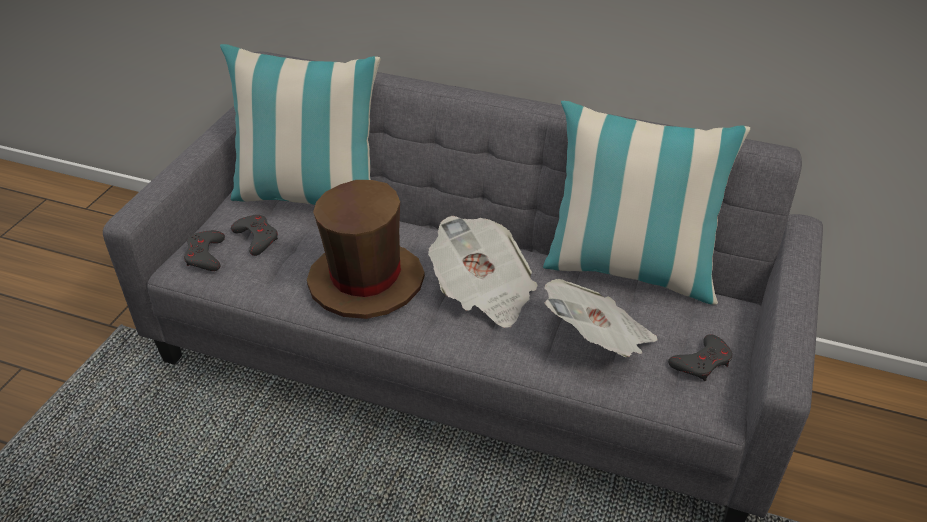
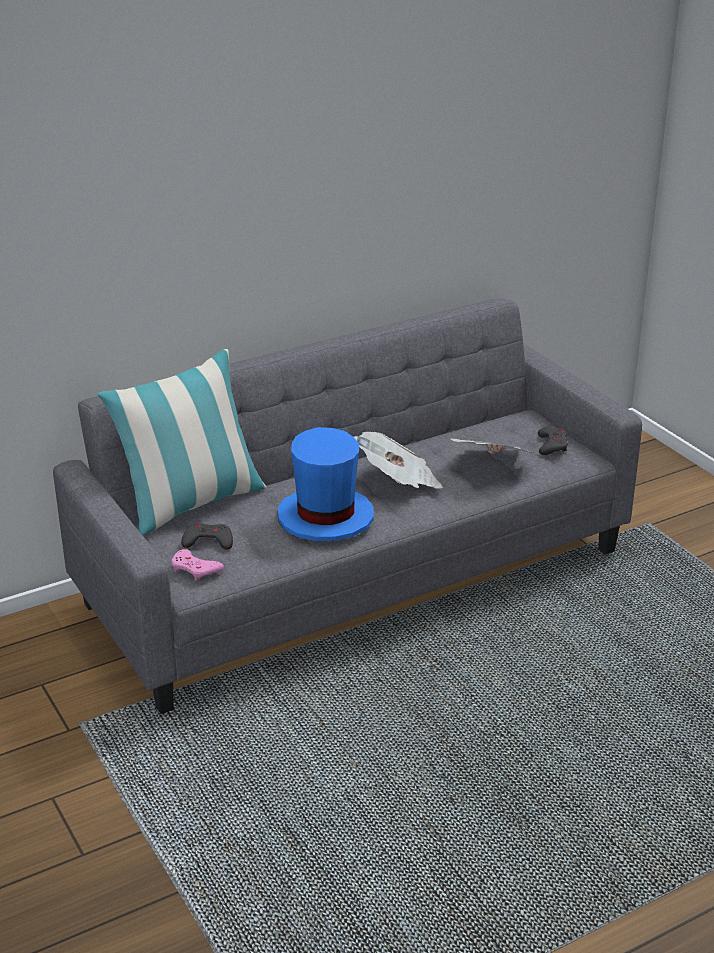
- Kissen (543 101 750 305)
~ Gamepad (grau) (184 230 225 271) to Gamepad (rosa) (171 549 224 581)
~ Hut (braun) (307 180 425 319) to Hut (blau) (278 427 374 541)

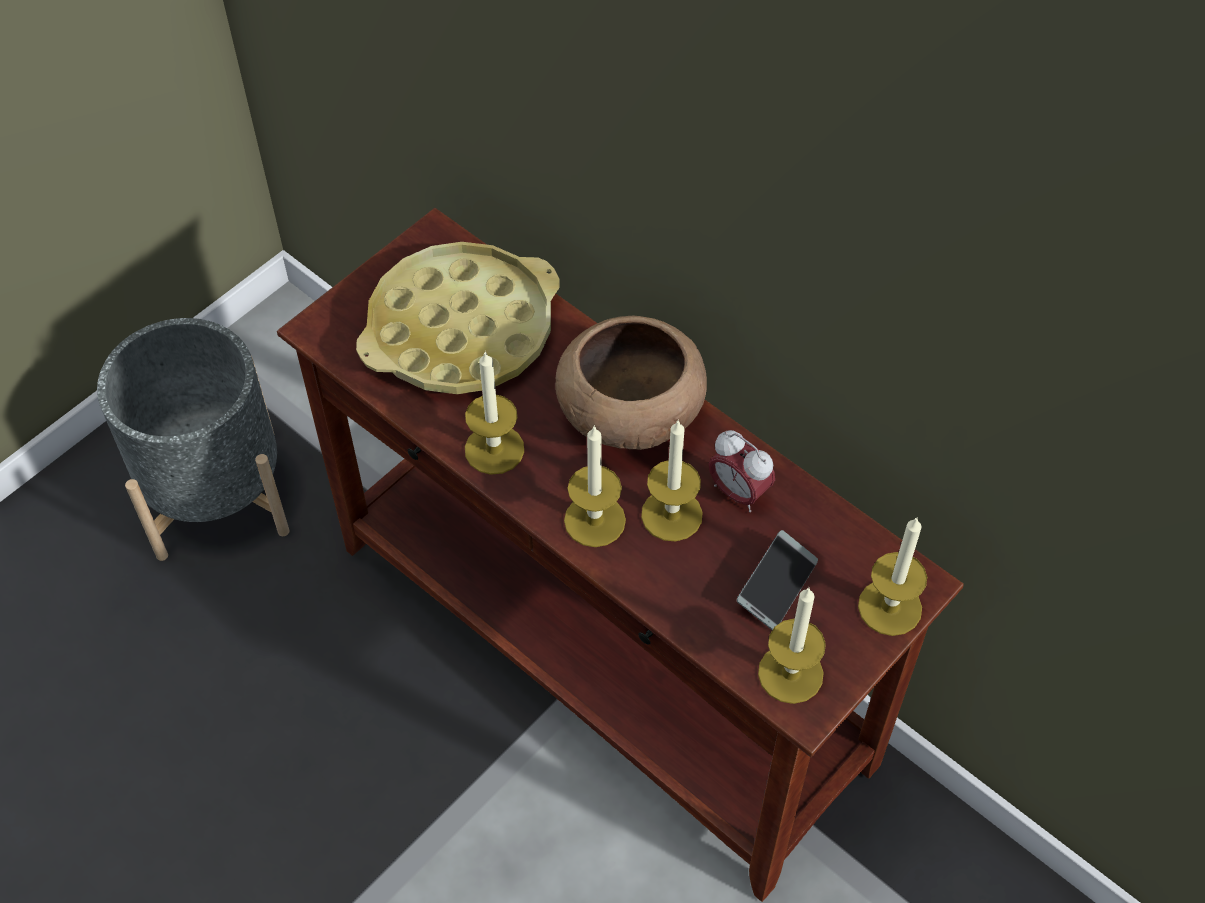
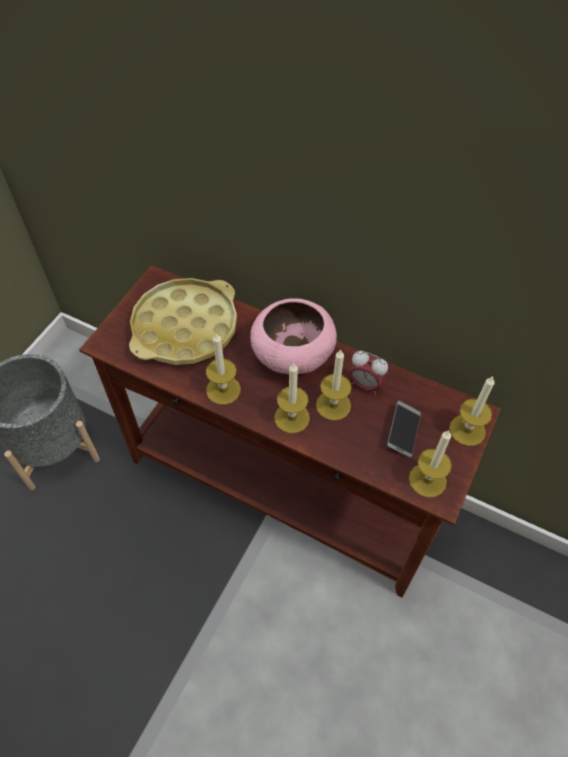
~ Schüssel (braun) (555 316 707 450) to Schüssel (rosa) (250 298 337 374)

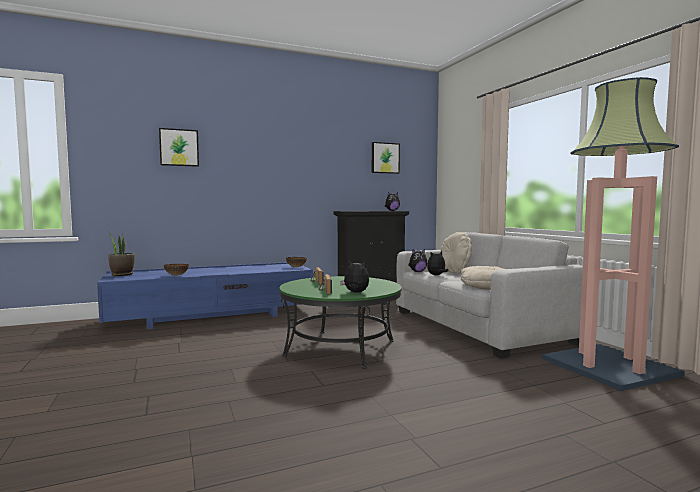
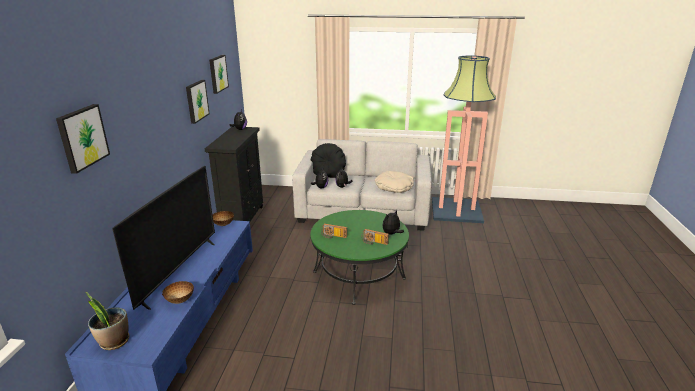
+ Fernseher (112 166 215 311)
+ Bild (186 80 210 124)
~ Kissen (beige) (440 232 472 273) to Kissen (schwarz) (311 143 346 178)

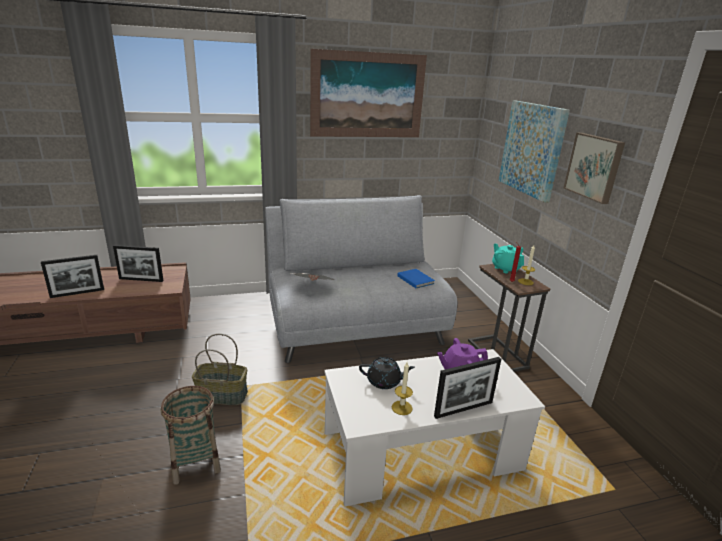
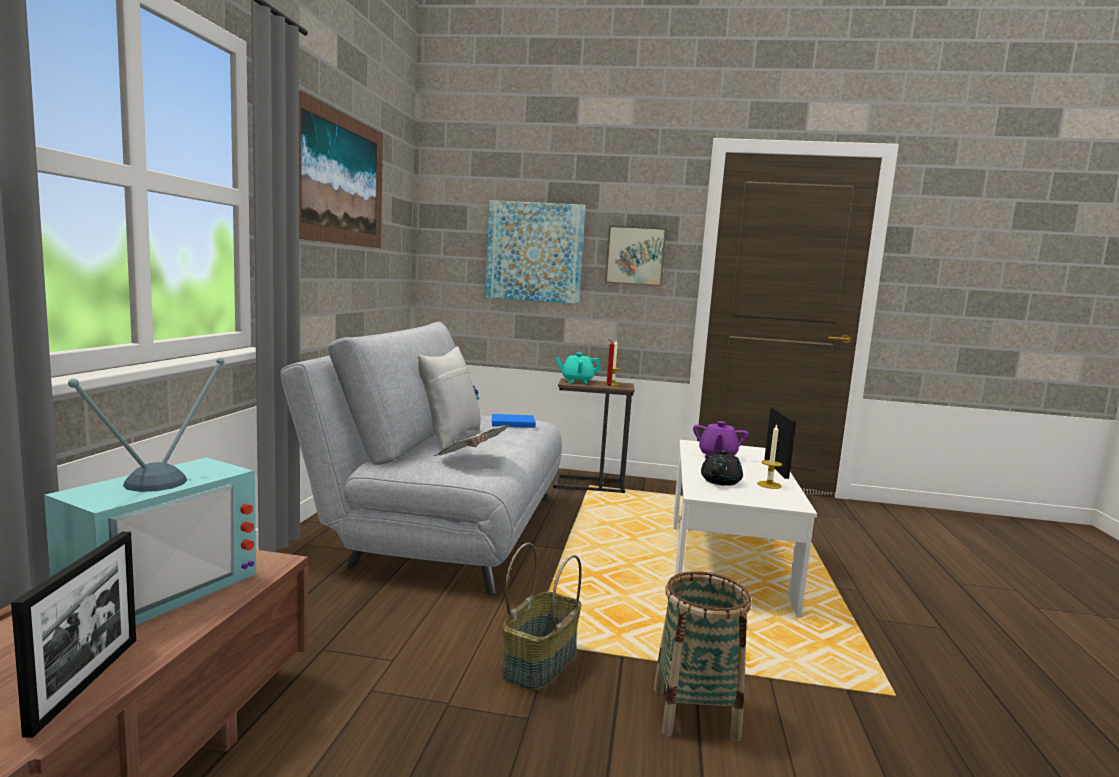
+ Kissen (grau) (418 347 481 449)
~ Bilderrahmen (113 245 164 282) to Fernseher (44 358 256 626)

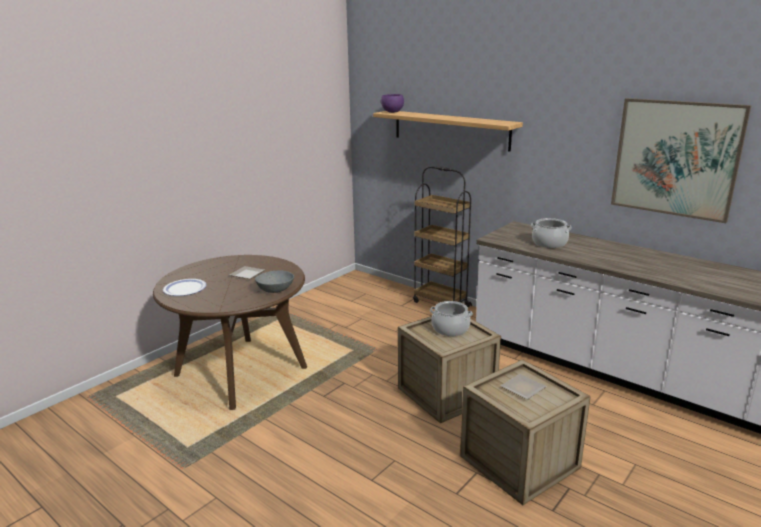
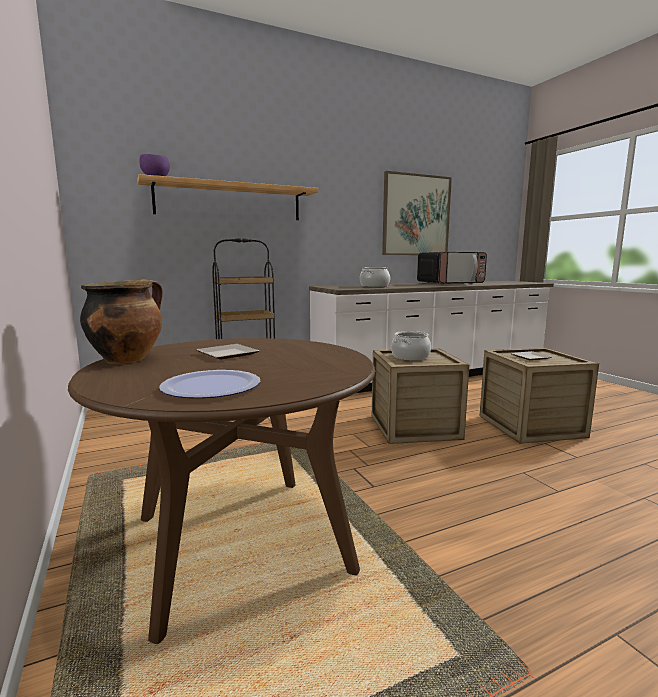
- Schüssel (grau) (255 270 294 293)
+ Kochtopf (80 279 163 364)
+ Mikrowelle (417 252 487 285)

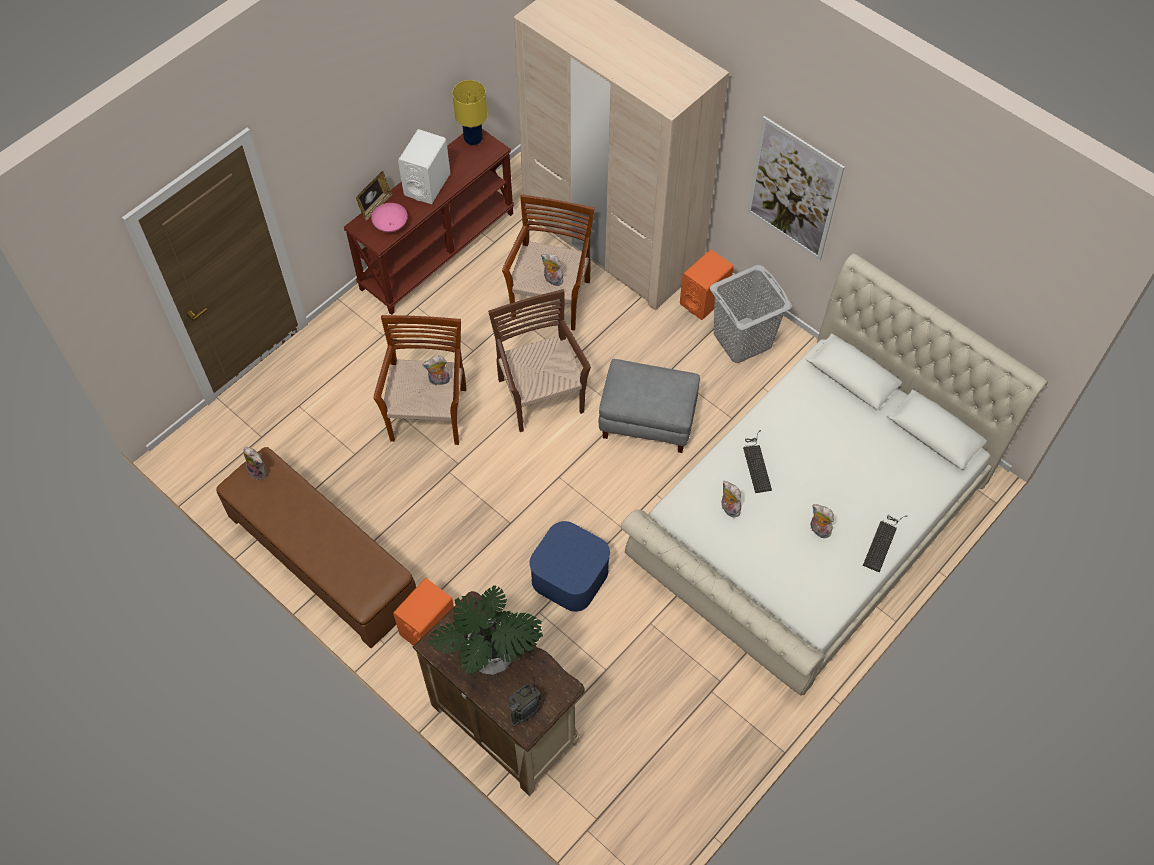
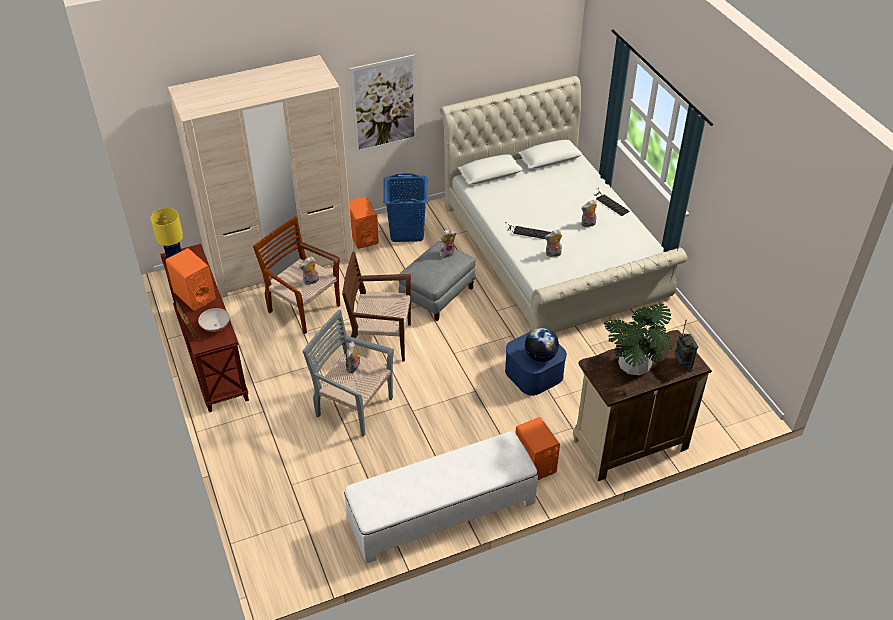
+ Globus (525 328 559 362)
~ Plüschtier (243 447 267 480) to (440 229 457 259)
~ Bank (braun) (216 447 416 648) to Bank (weiß) (344 431 538 564)
~ Schüssel (rosa) (371 203 408 233) to Schüssel (weiß) (198 308 230 332)
~ Sessel (braun) (373 315 466 445) to Sessel (grau) (303 310 394 437)
~ Lautsprecher (weiß) (398 129 450 204) to Lautsprecher (orange) (166 248 216 311)
~ Wäschekorb (grau) (710 265 792 363) to Wäschekorb (blau) (383 173 428 242)

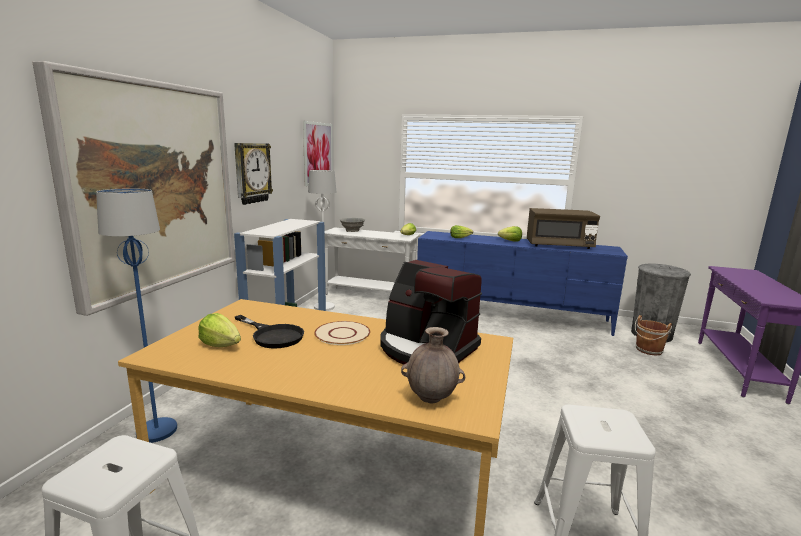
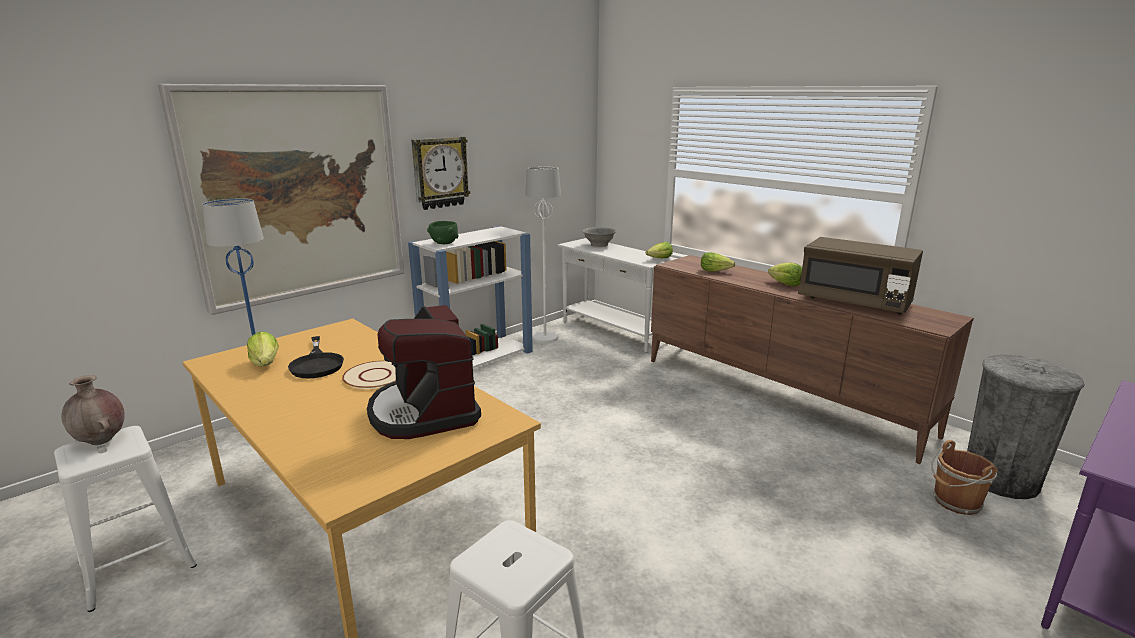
- Bild (303 121 333 186)
+ Schüssel (grün) (427 221 459 244)
~ Vase (braun) (401 327 465 403) to (61 375 125 445)
~ Schrank (blau) (417 231 628 336) to Schrank (braun) (651 255 974 464)

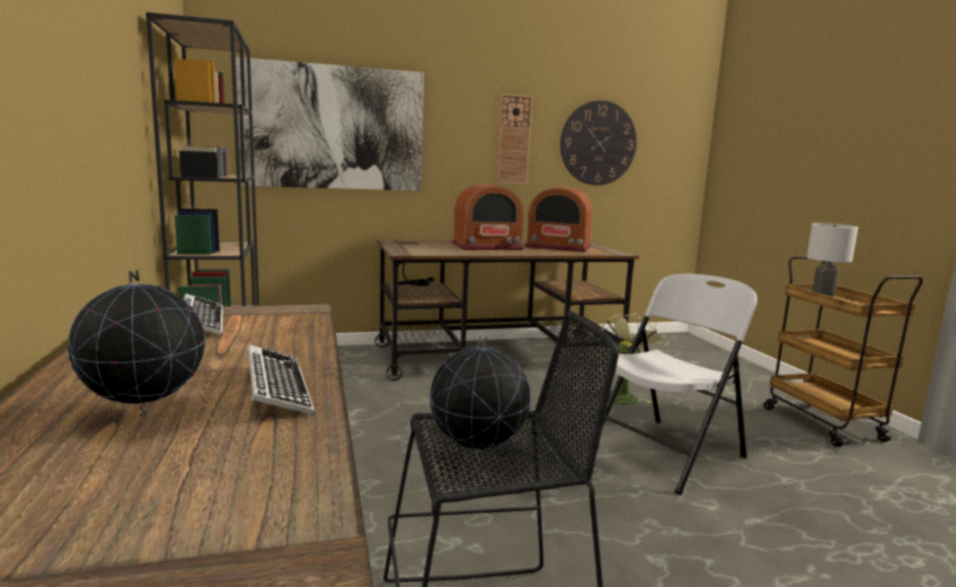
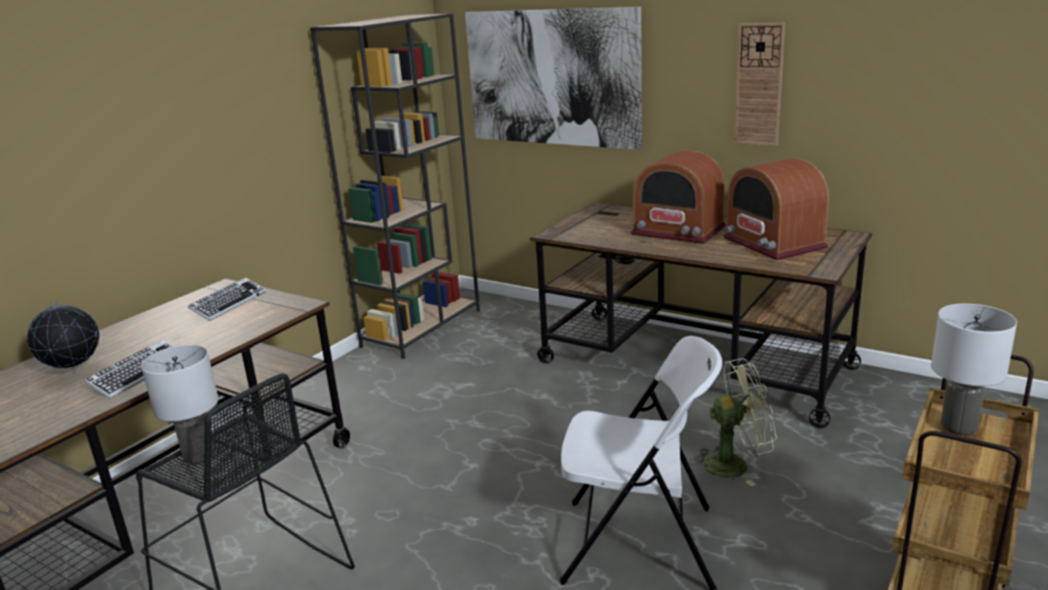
- Wanduhr (560 100 637 185)
~ Globus (430 336 531 458) to Tischlampe (weiß) (141 345 219 465)

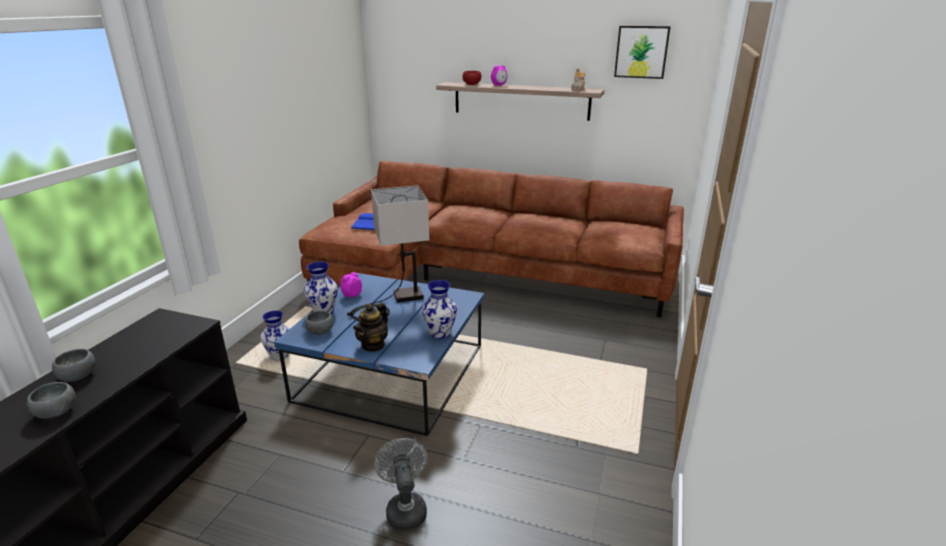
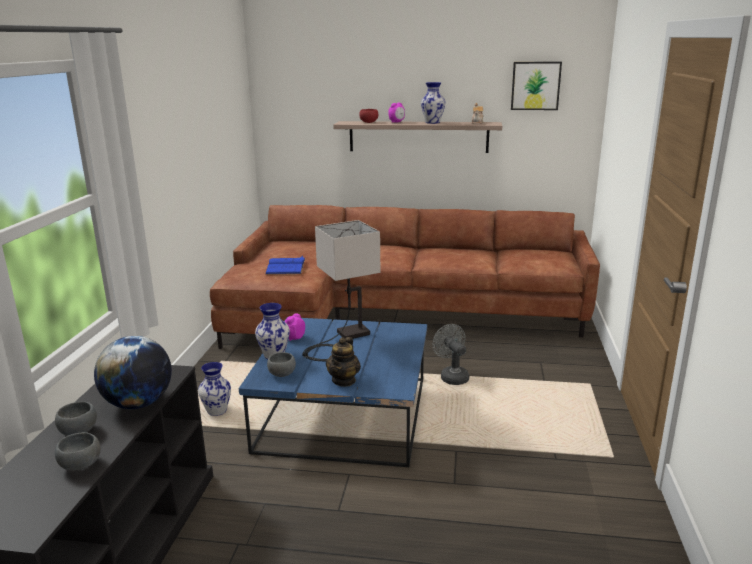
+ Globus (94 336 172 409)
~ Ventilator (grau) (374 438 428 531) to (432 324 469 385)
~ Vase (422 280 457 339) to (421 82 445 124)

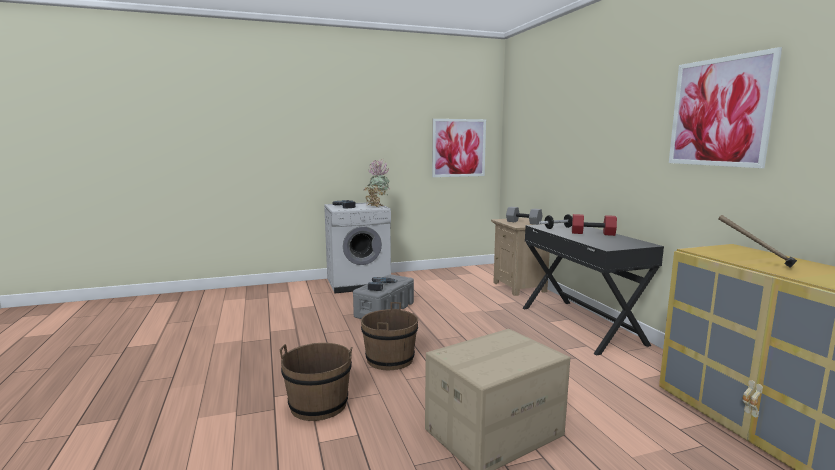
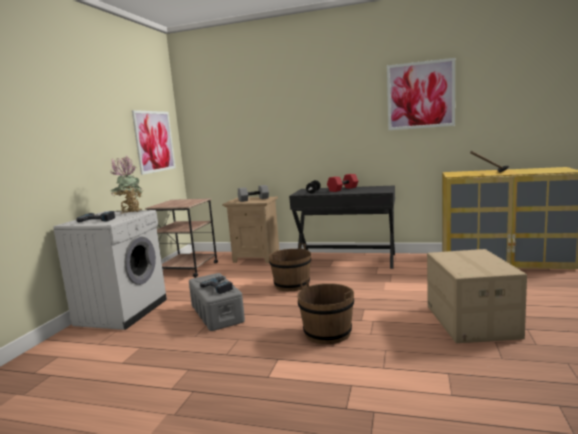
+ Rollwagen (braun) (145 198 218 278)
~ Eimer (braun) (280 343 352 421) to (269 243 311 291)

